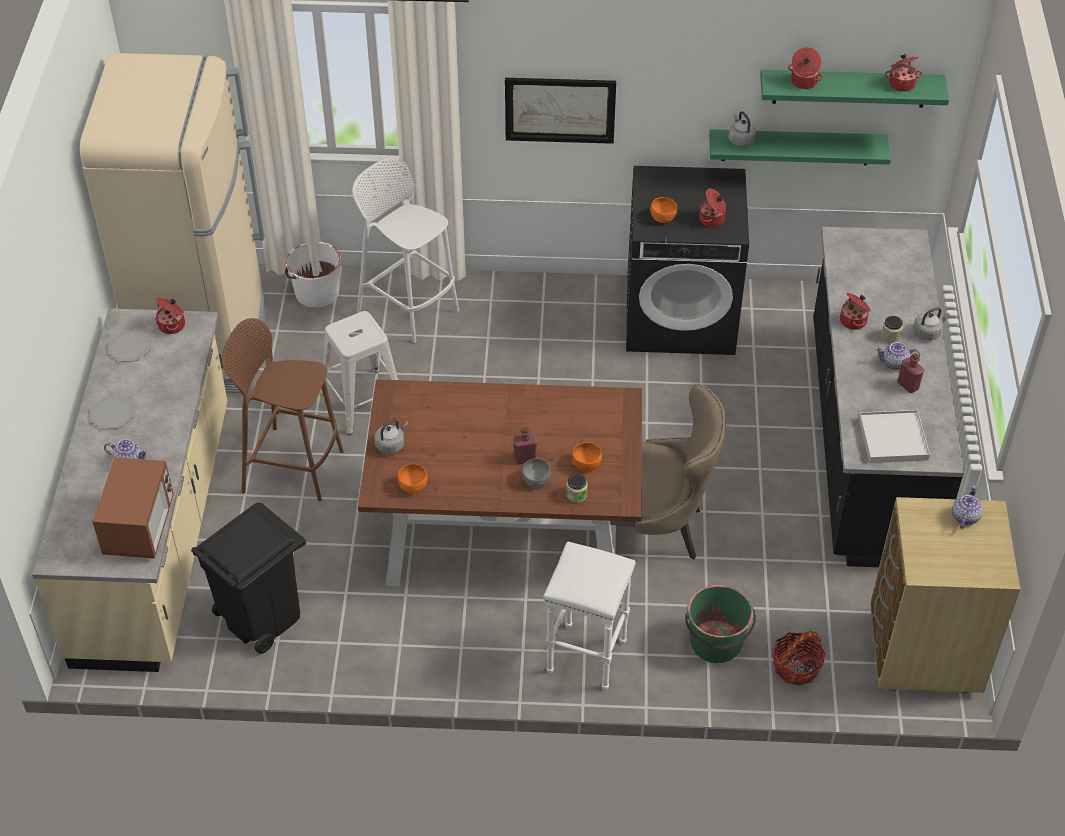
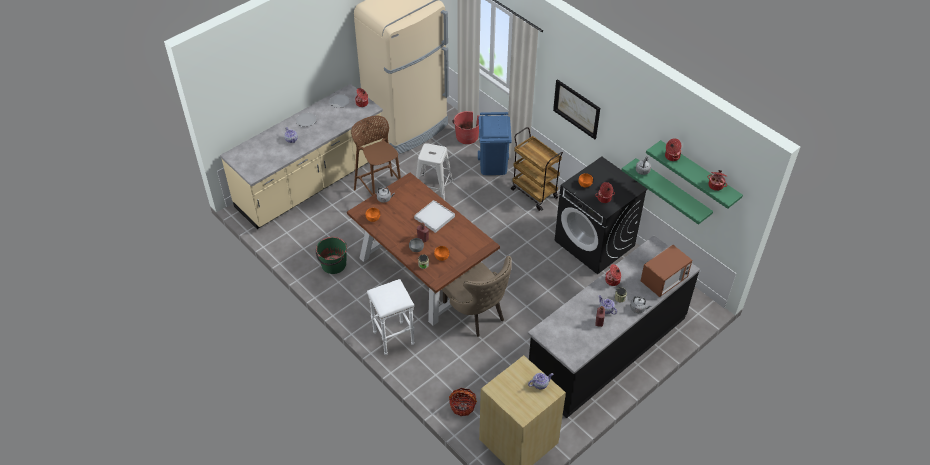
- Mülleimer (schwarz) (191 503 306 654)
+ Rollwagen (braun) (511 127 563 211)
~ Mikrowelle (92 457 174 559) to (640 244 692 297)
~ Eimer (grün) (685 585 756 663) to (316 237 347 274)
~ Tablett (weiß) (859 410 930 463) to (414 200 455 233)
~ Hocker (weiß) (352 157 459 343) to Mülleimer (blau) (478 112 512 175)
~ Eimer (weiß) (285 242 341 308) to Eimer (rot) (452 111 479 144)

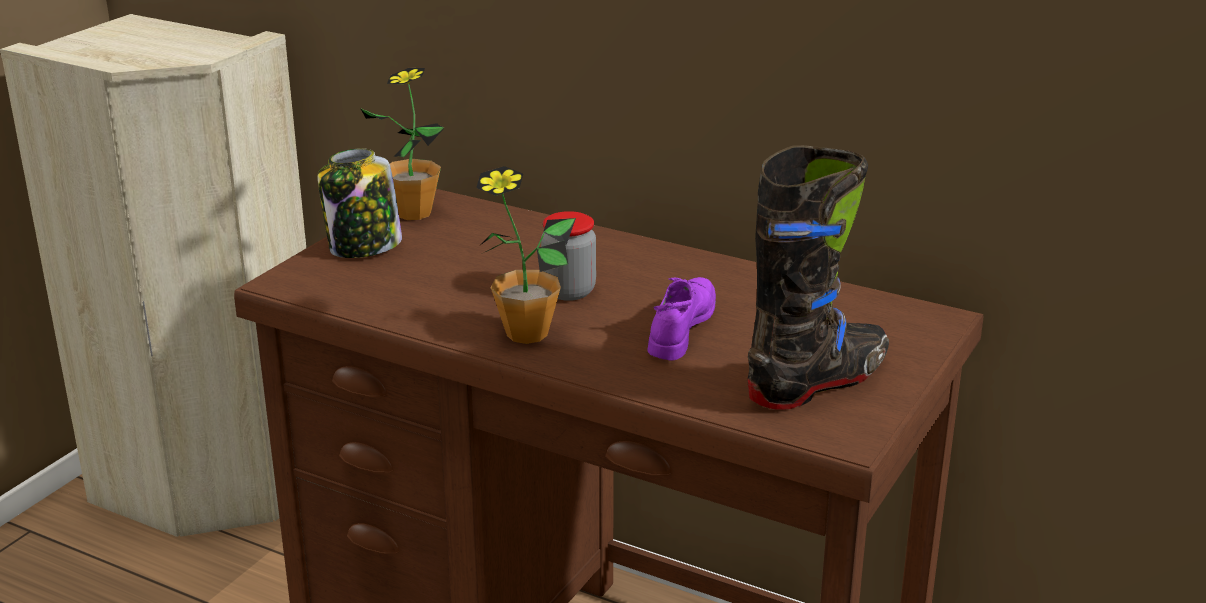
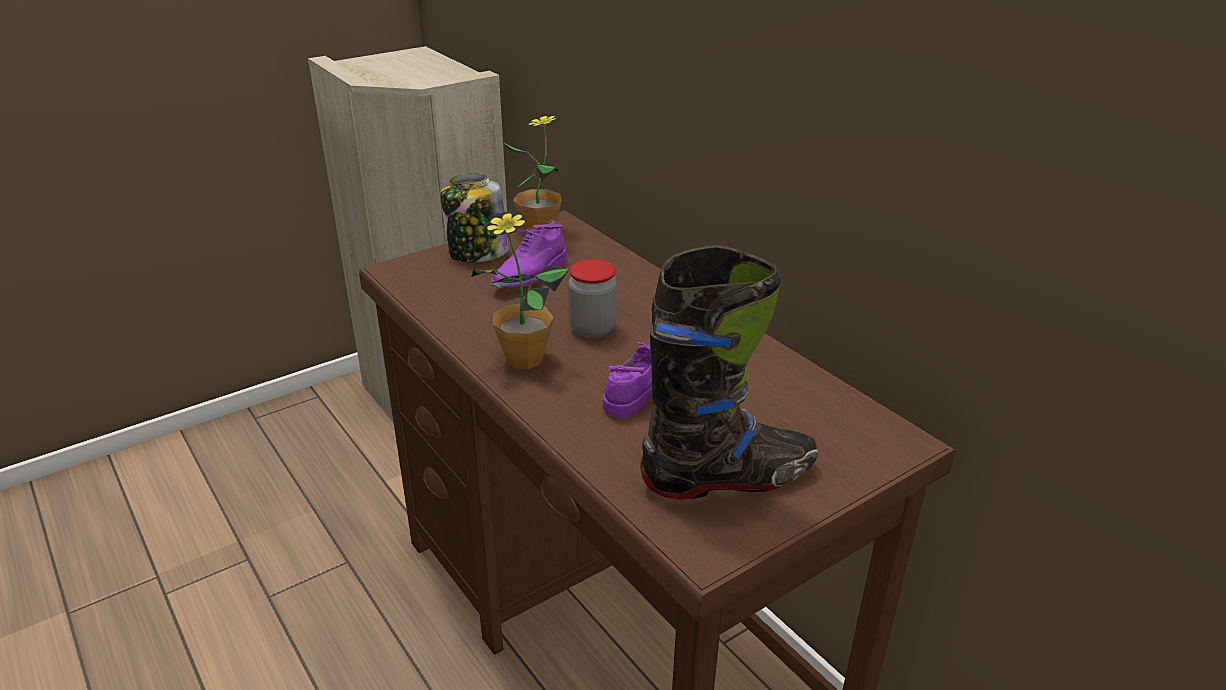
+ Schuh (lila) (491 220 567 289)

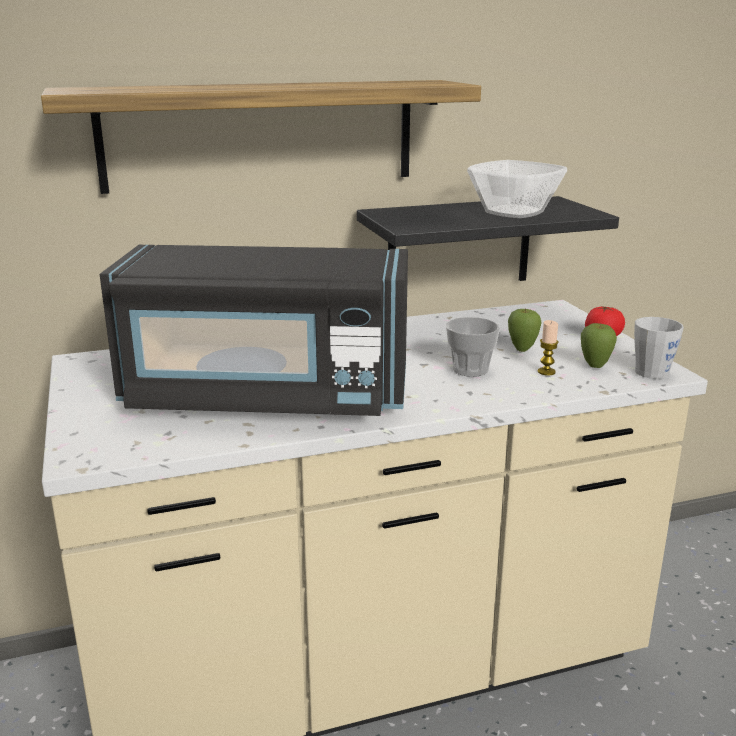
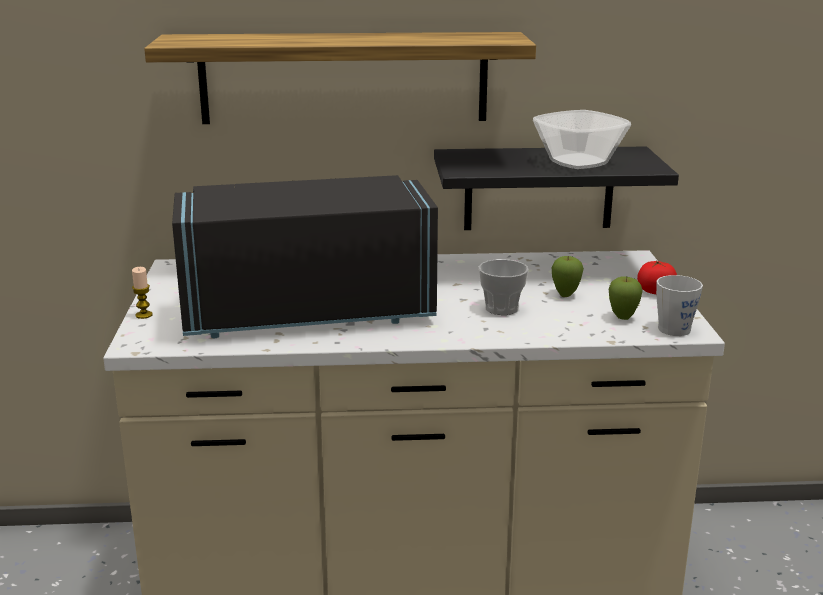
~ Kerze (537 320 559 376) to (132 267 153 319)
~ Mikrowelle (schwarz) (100 245 408 416) = (172 175 438 338) 150 degrees clockwise

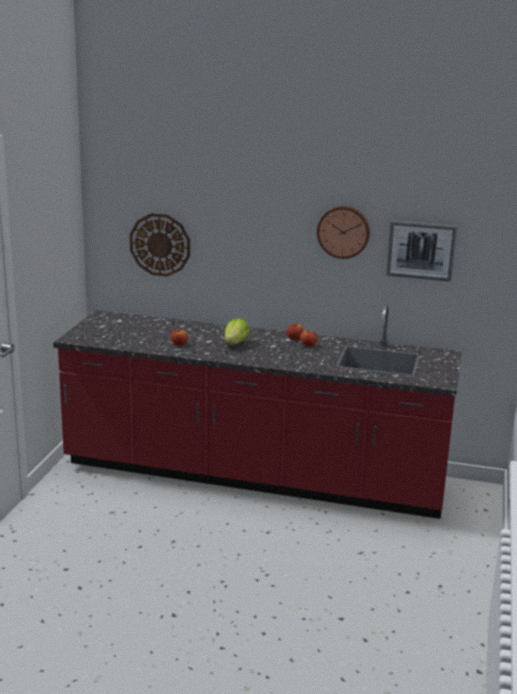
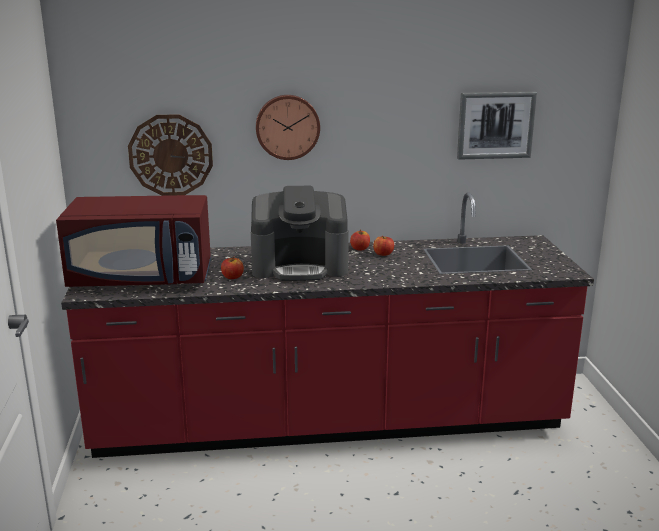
+ Mikrowelle (rot) (56 195 211 287)
~ Wanduhr (317 206 370 259) to (256 95 320 160)
~ Salatkopf (224 318 250 345) to Kaffeemaschine (251 186 349 281)

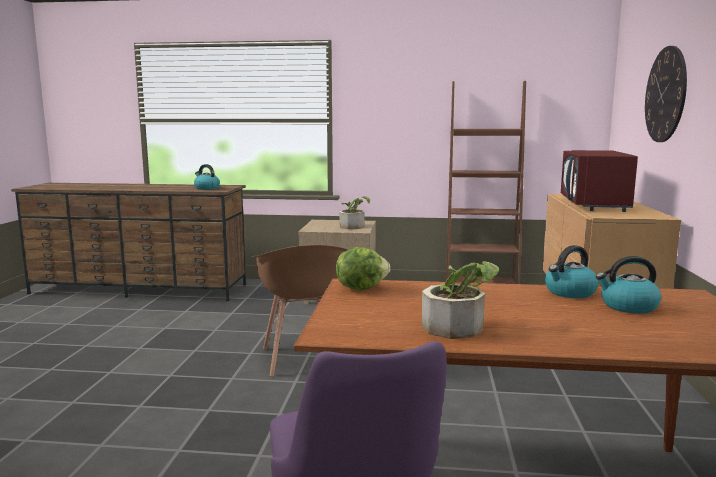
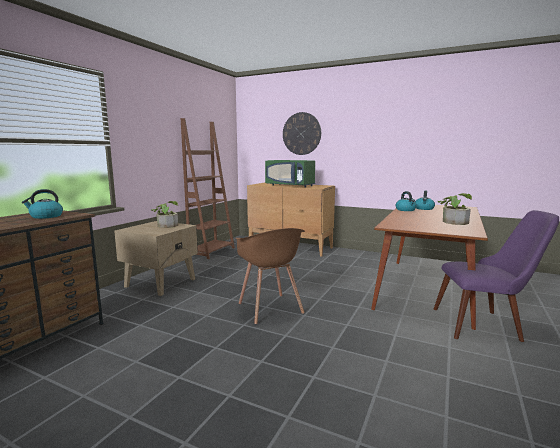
- Salatkopf (336 247 390 290)
~ Mikrowelle (rot) (561 150 638 212) to Mikrowelle (grün) (265 160 315 187)
~ Stuhl (braun) (251 245 348 377) = (236 228 305 324) 60 degrees clockwise

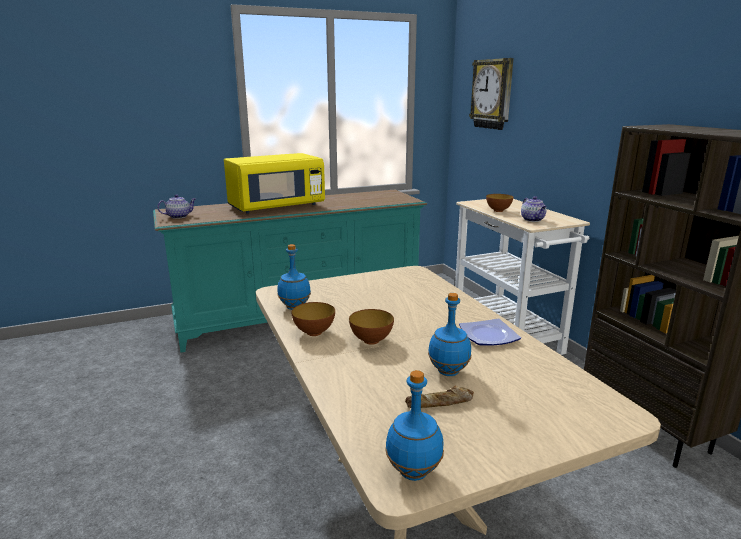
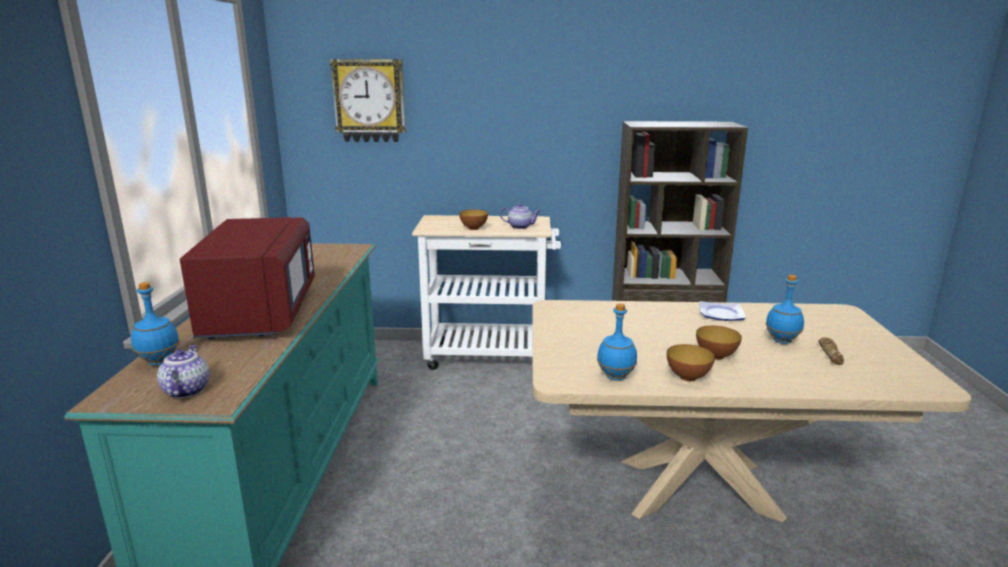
~ Flasche (blau) (385 370 444 481) to (131 282 179 366)
~ Mikrowelle (gelb) (224 153 325 214) to Mikrowelle (rot) (180 217 315 339)

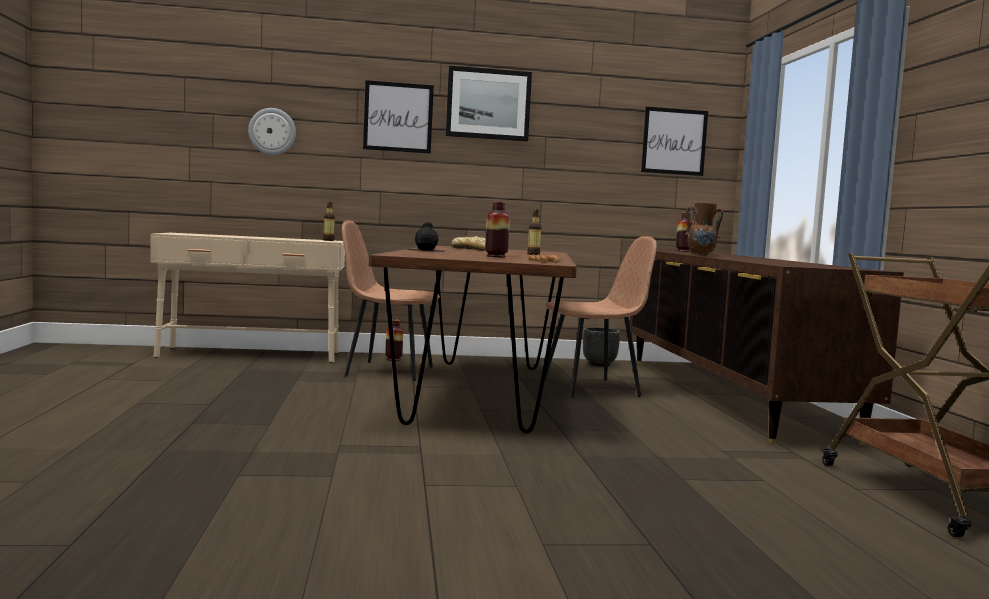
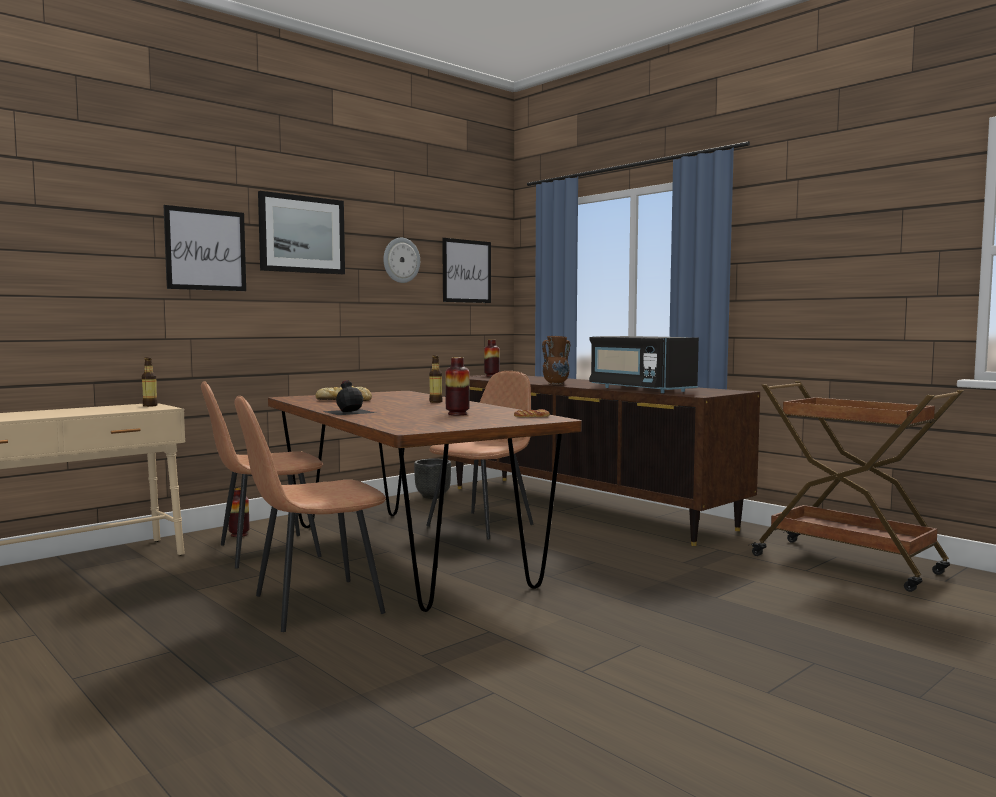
+ Stuhl (braun) (235 396 386 632)
+ Mikrowelle (schwarz) (589 336 699 393)
~ Wanduhr (248 108 296 155) to (383 238 420 283)

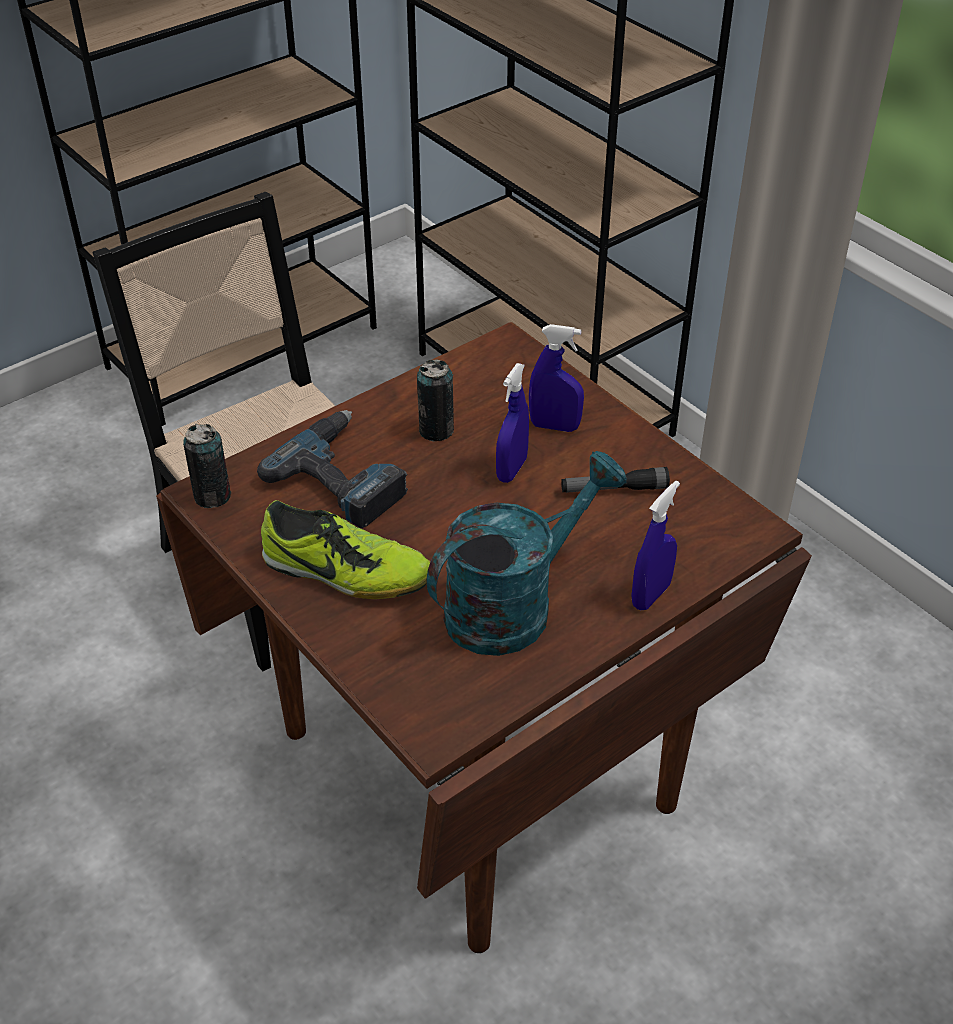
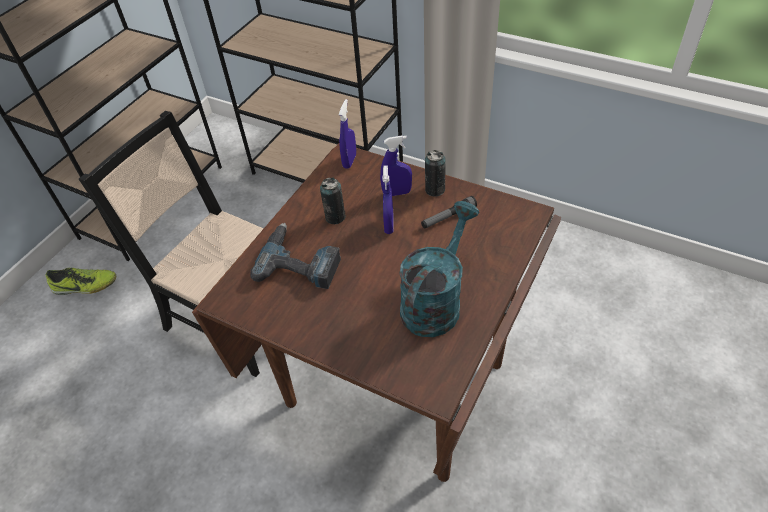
~ Dose (183 424 231 508) to (425 150 446 197)
~ Schuh (261 500 430 599) to (46 268 116 295)
~ Sprühflasche (blau) (631 481 680 610) to (339 99 356 169)

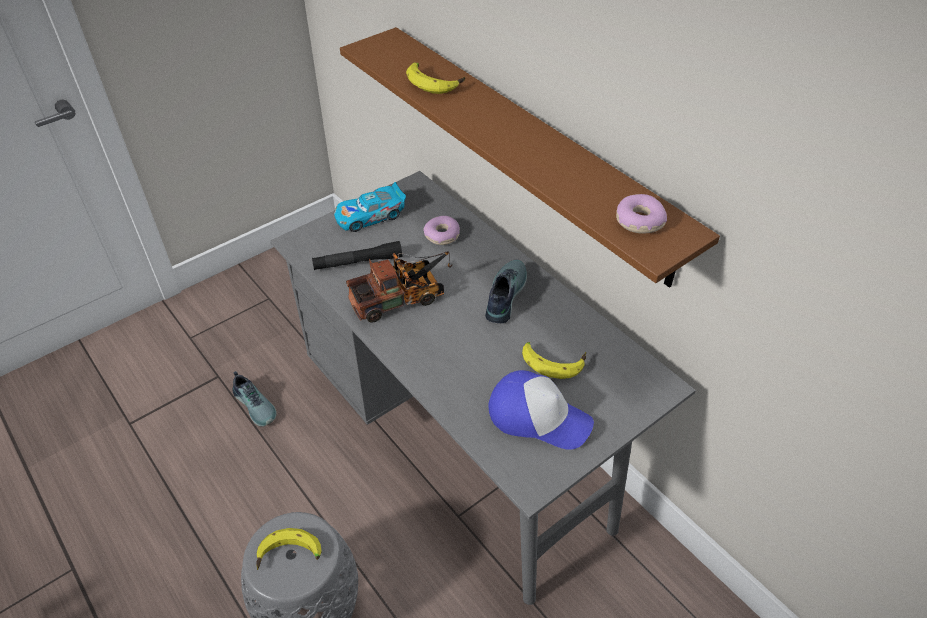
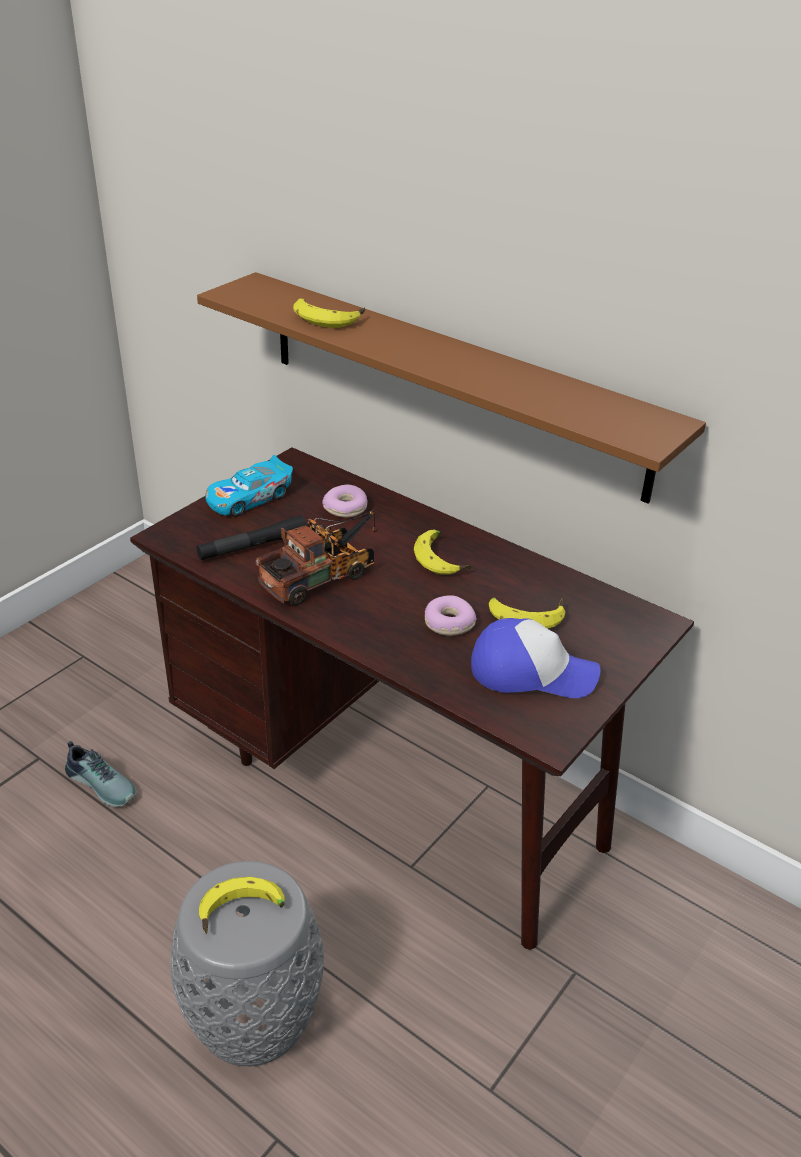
~ Donut (616 194 667 234) to (425 595 476 636)
~ Schuh (485 259 527 323) to Banane (414 530 472 575)
~ Schreibtisch (grau) (270 171 696 605) to Schreibtisch (braun) (130 447 694 950)

